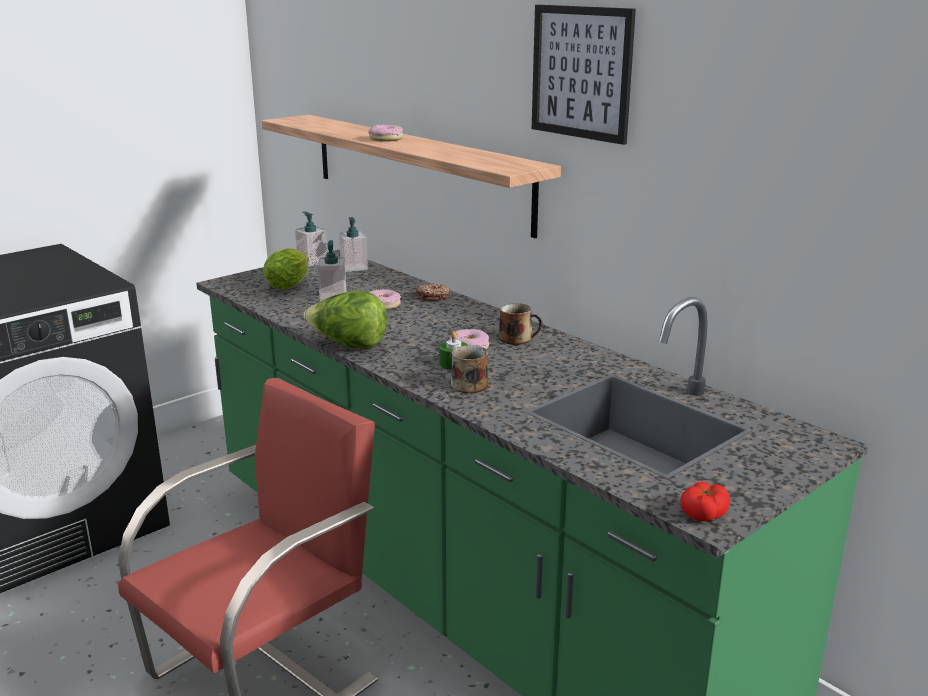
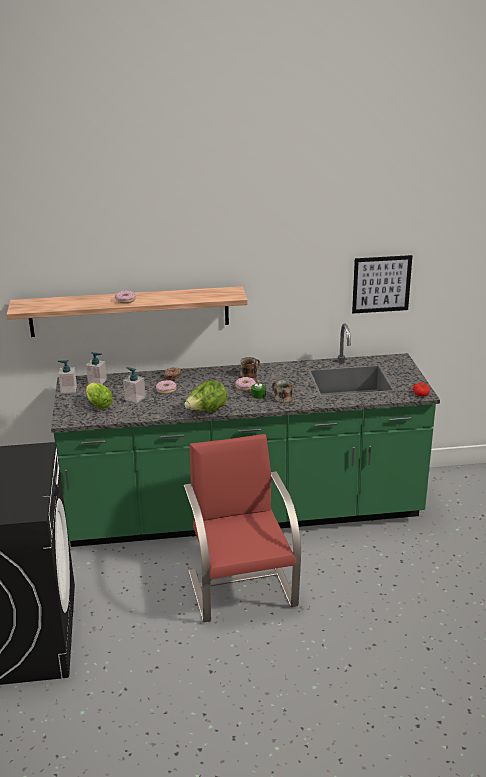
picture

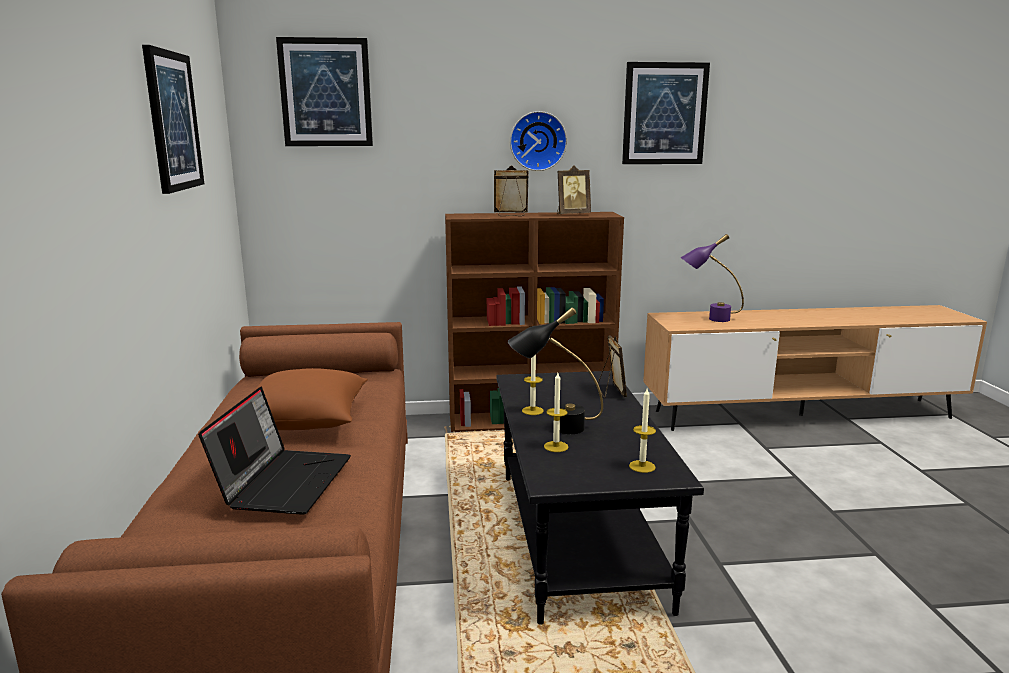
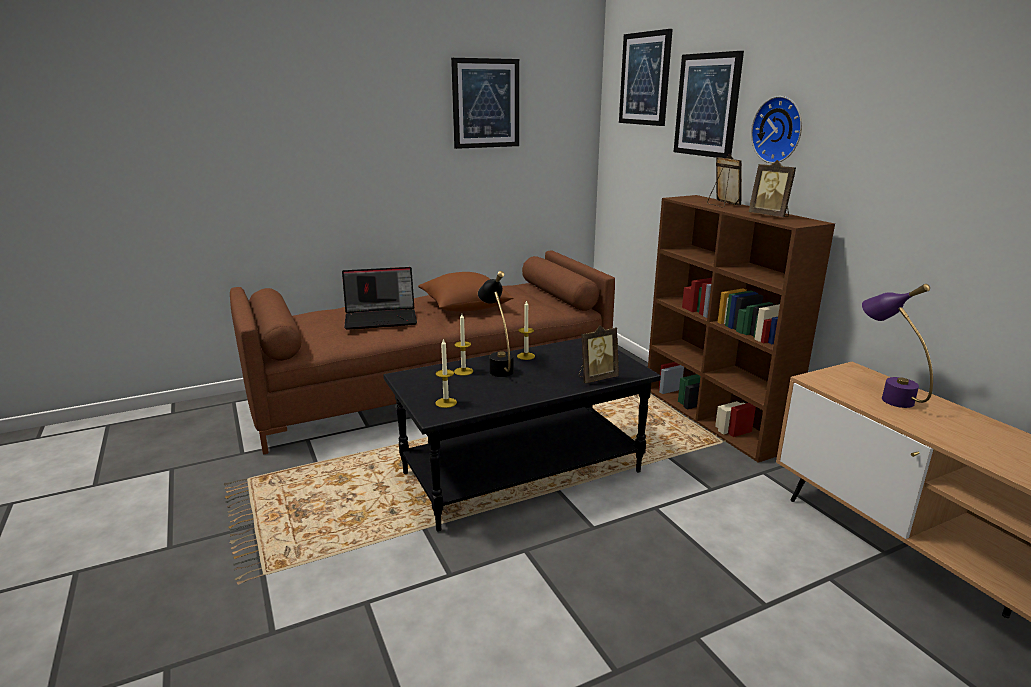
picture (3rd from left)

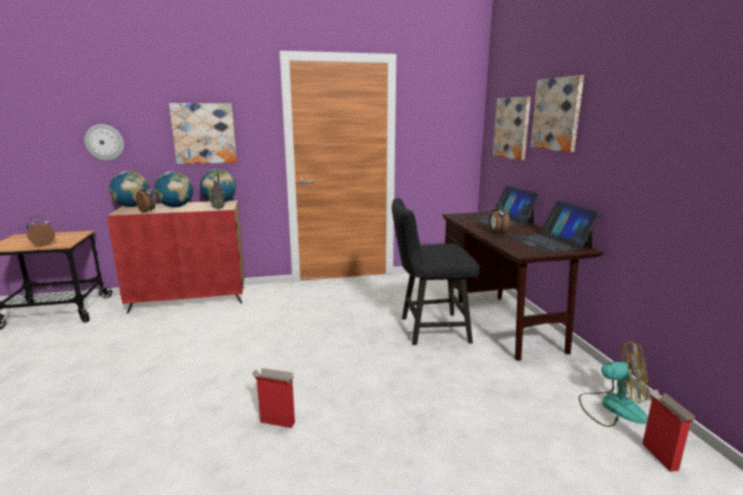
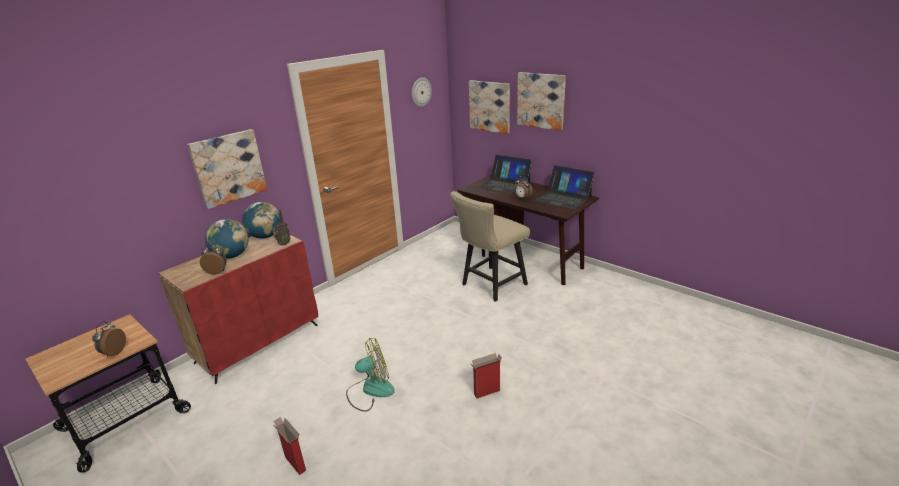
wall clock; globe (1st from left in the first image); chair (beige); cooling fan; cardboard box (1st from left)

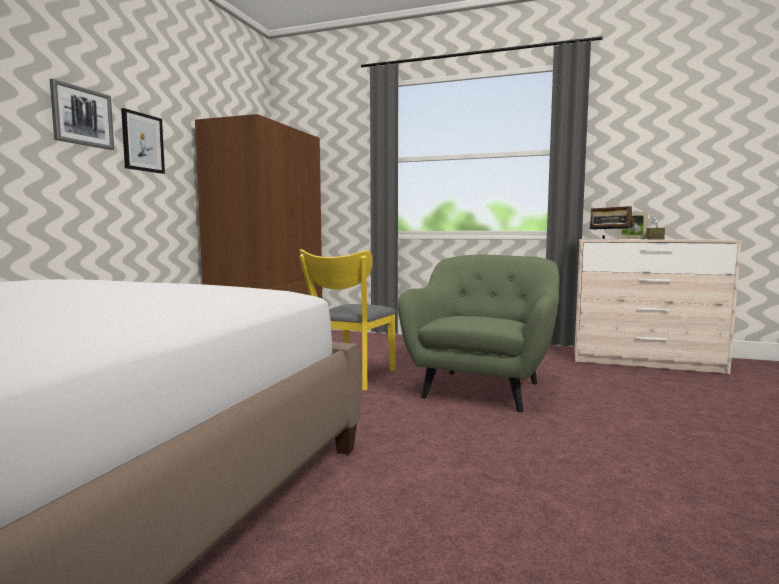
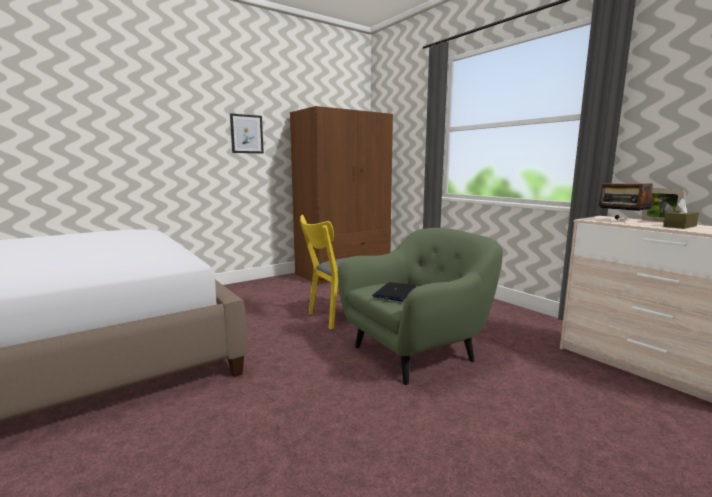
picture (1st from left in the first image); notebook computer

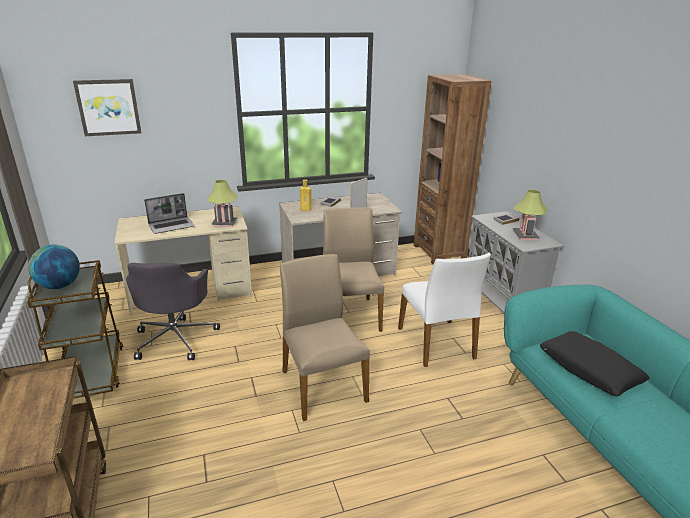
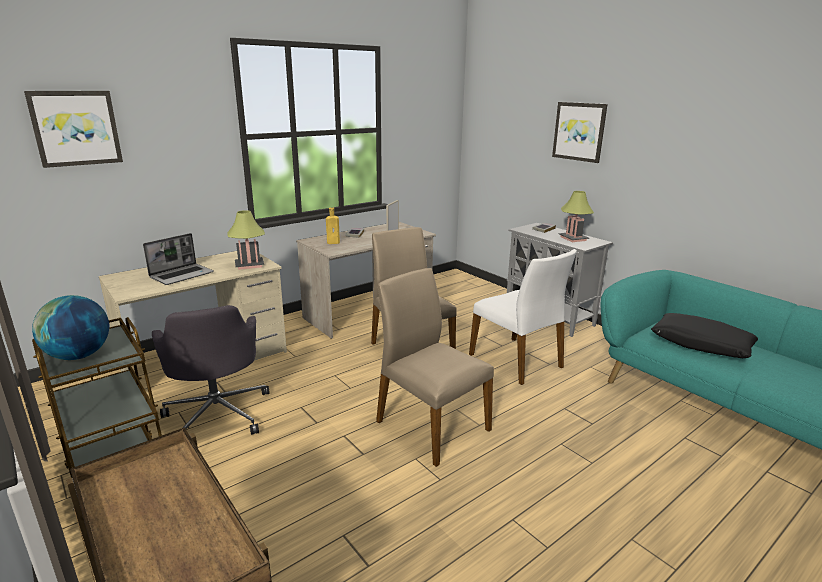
bookshelf (brown-coloured); picture (2nd from left)

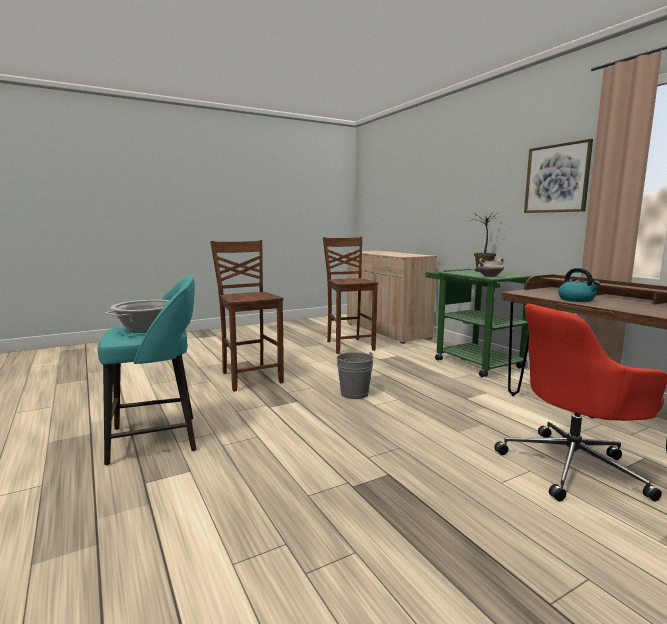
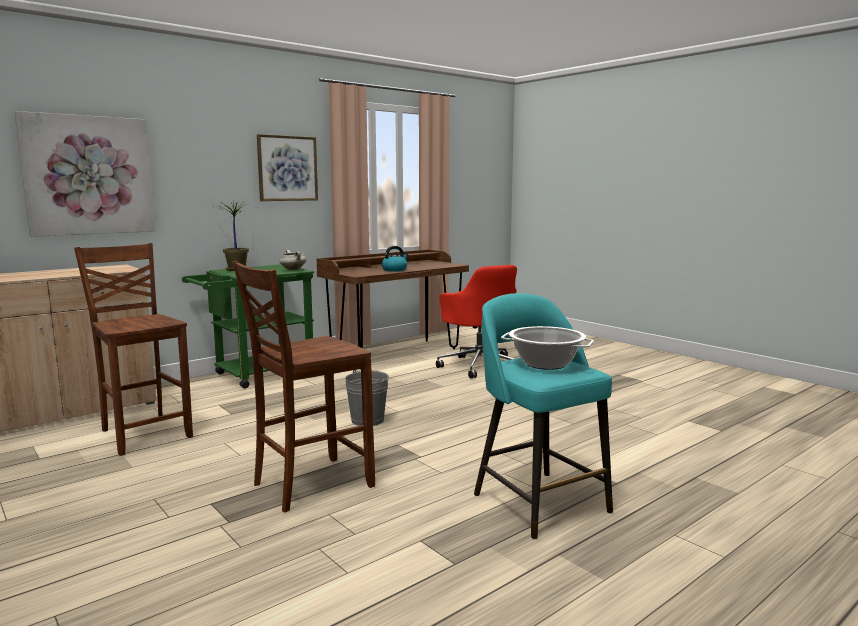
chair (brown-coloured) (1st from left); picture (1st from left)

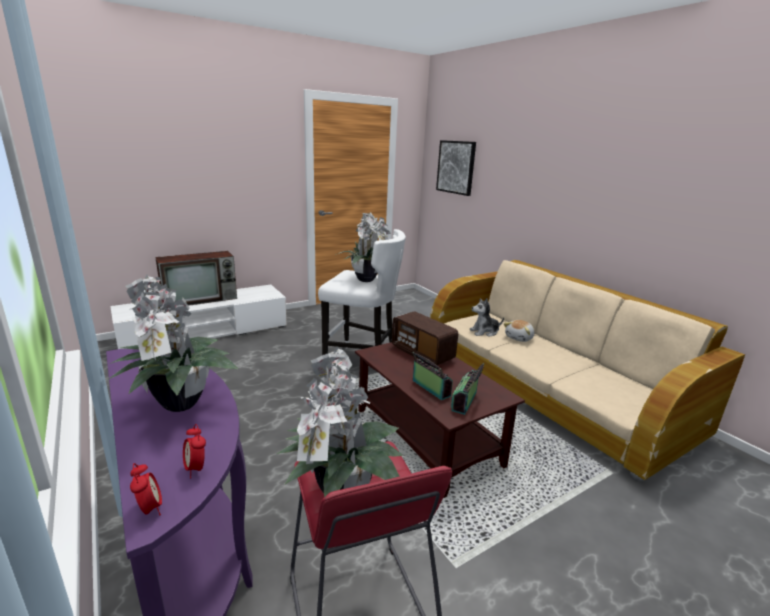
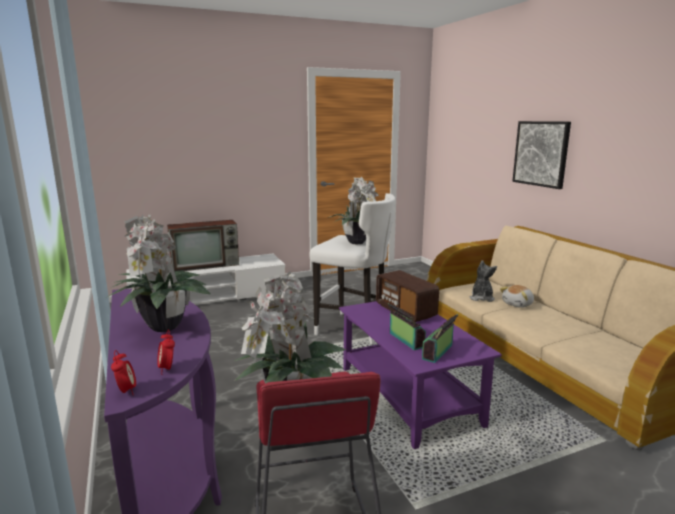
picture; cuddly toy (1st from left); coffee table (purple-coloured)

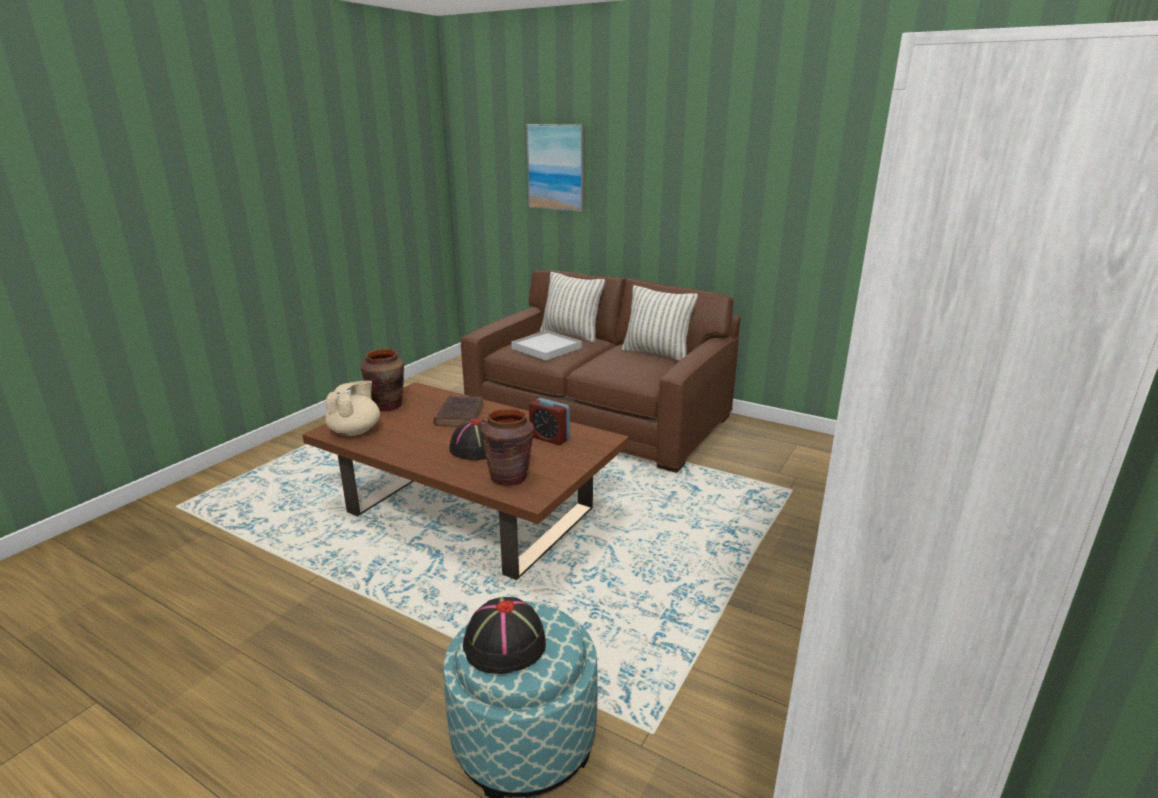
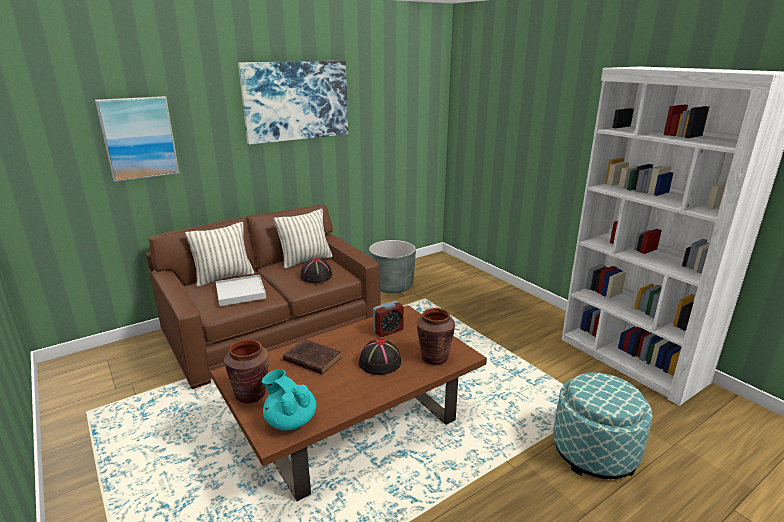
pot for tea (turquoise); hat (black) (1st from left); picture (2nd from left); flower pot (grey)

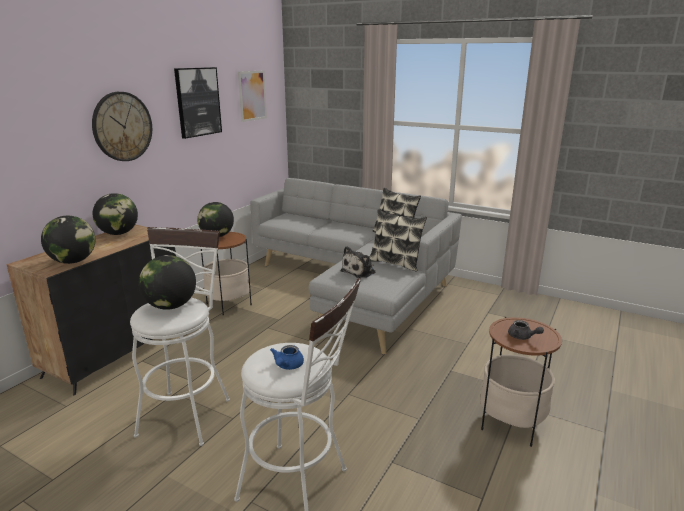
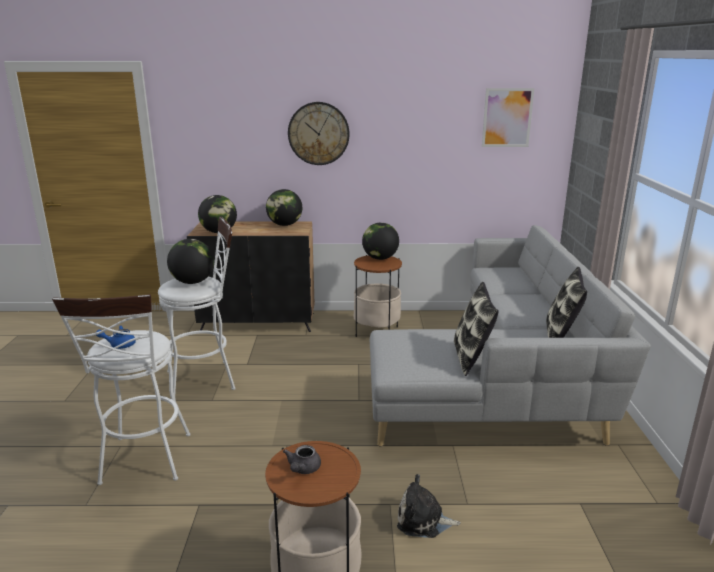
picture (1st from left in the first image); cuddly toy

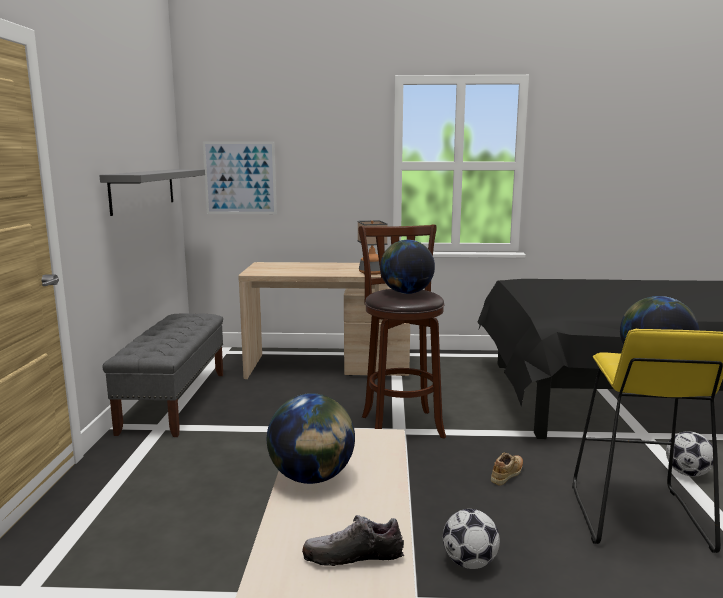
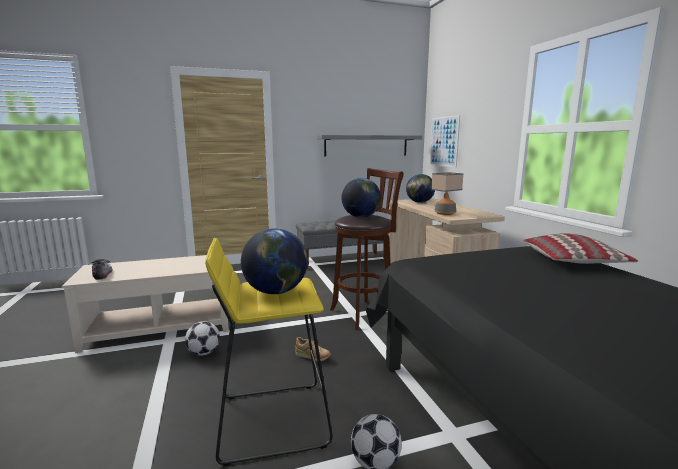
globe (3rd from left); cushion

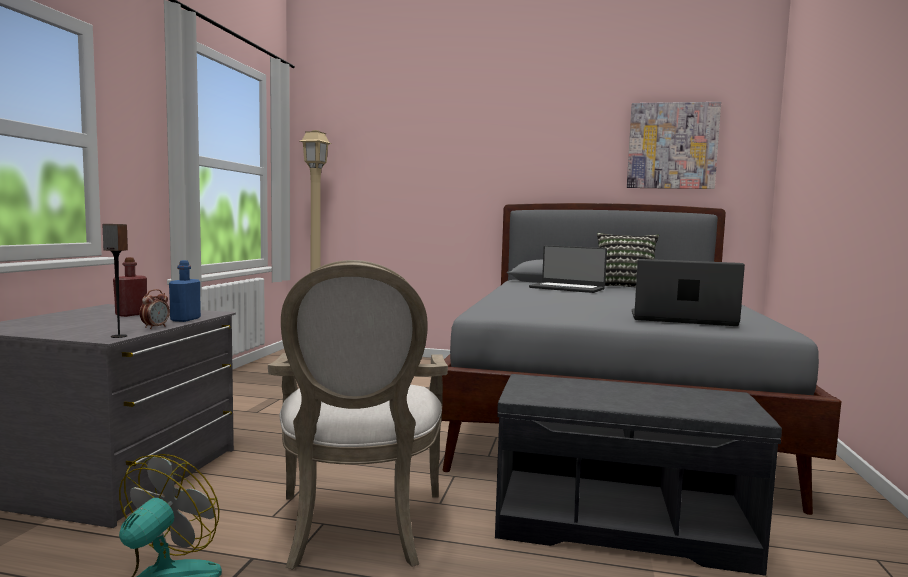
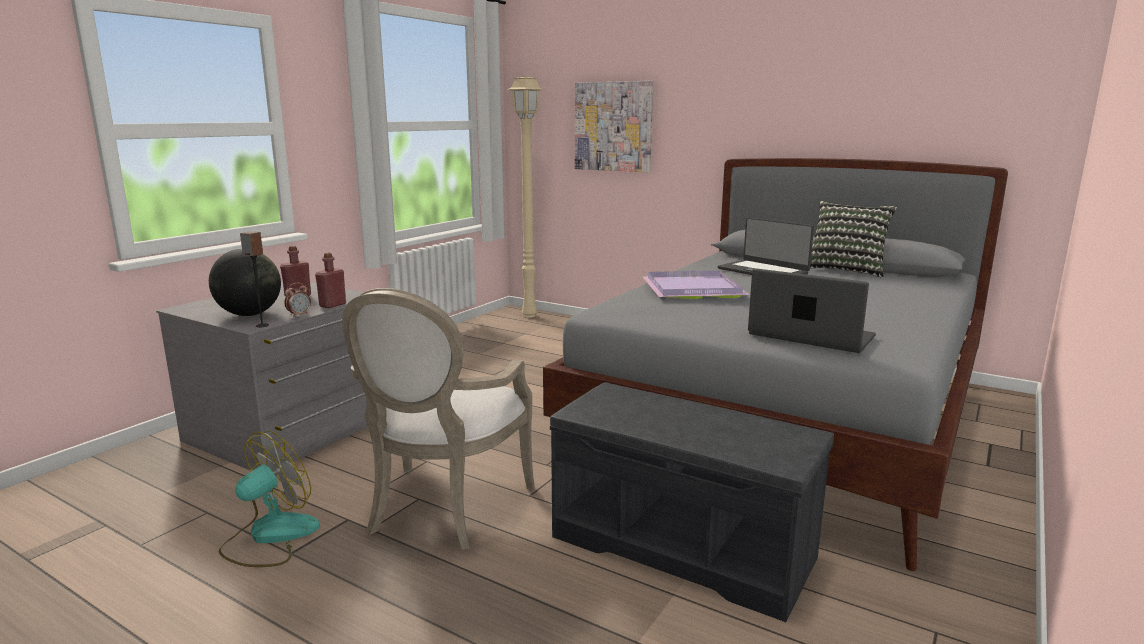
picture; drink bottle (red) (2nd from left); globe; tray (purple-coloured)

